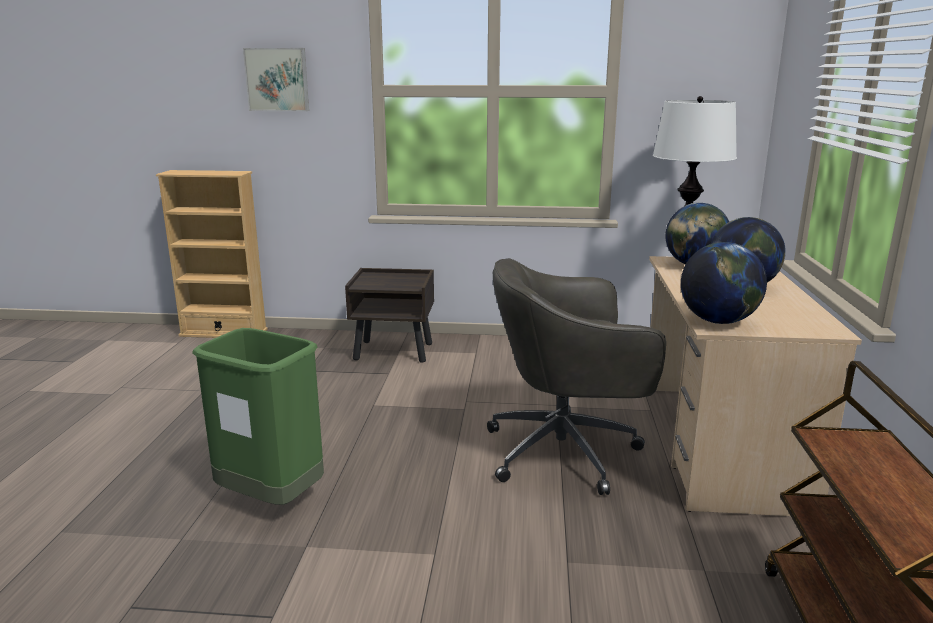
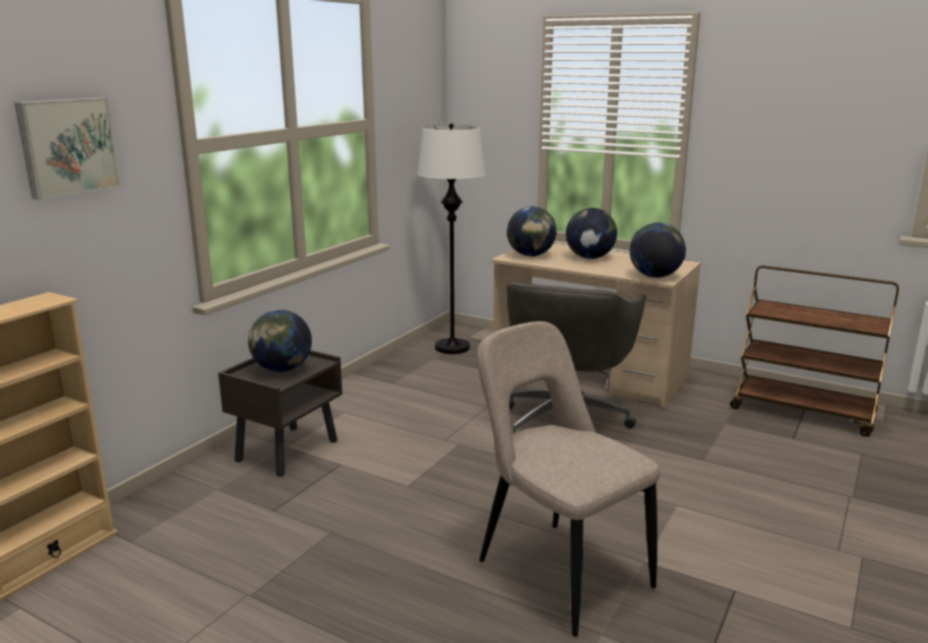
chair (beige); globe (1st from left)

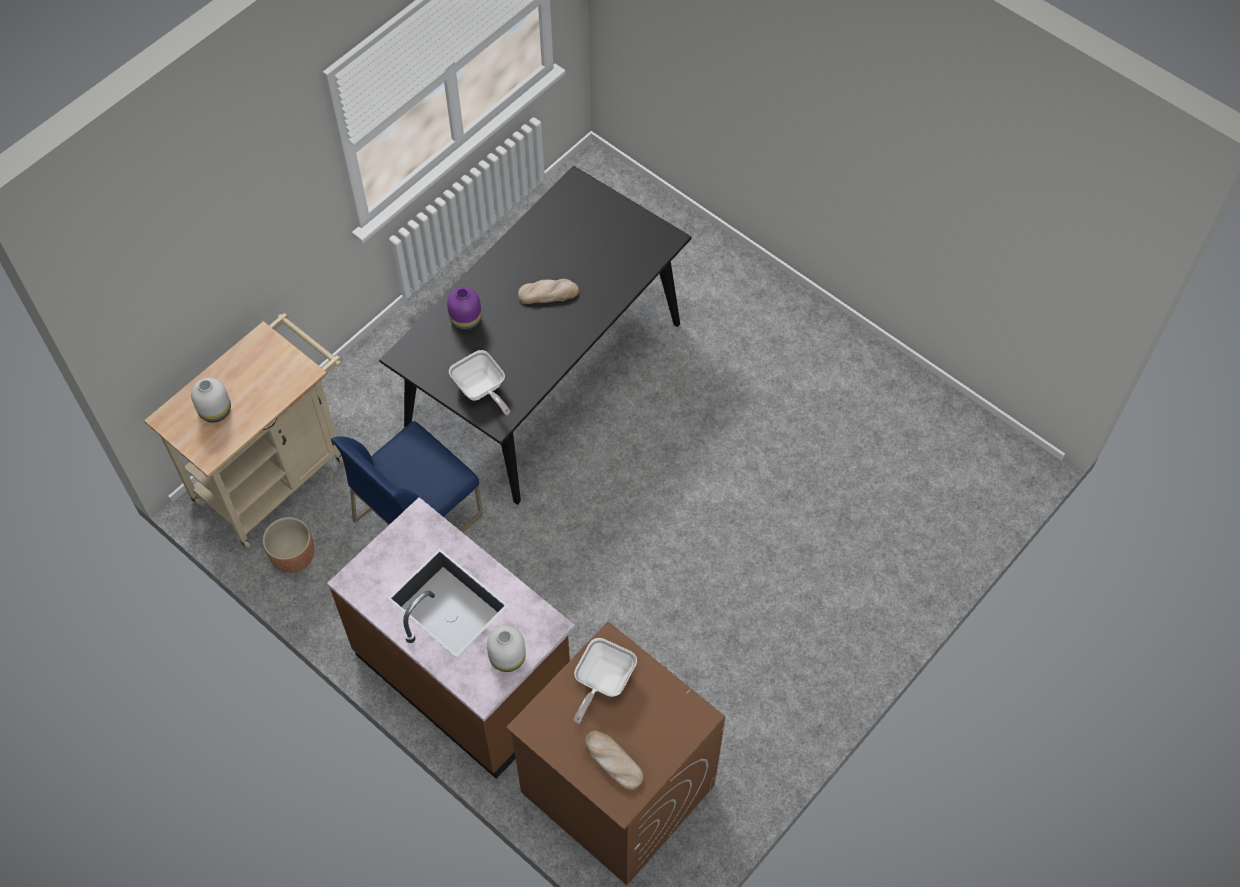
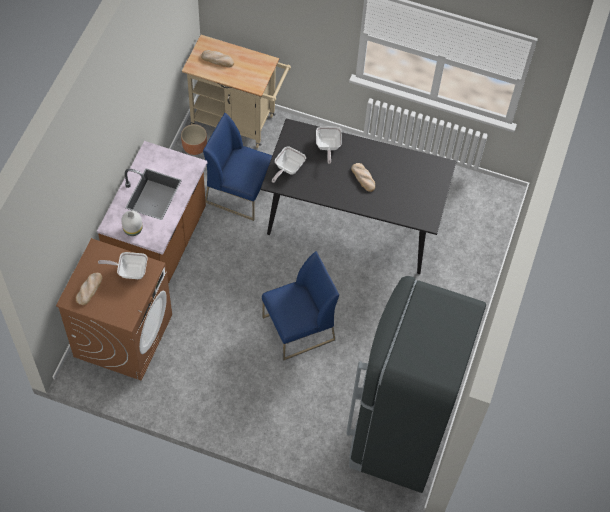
pan (3rd from left); bread (2nd from left); chair (blue) (2nd from left); refrigerator (black)

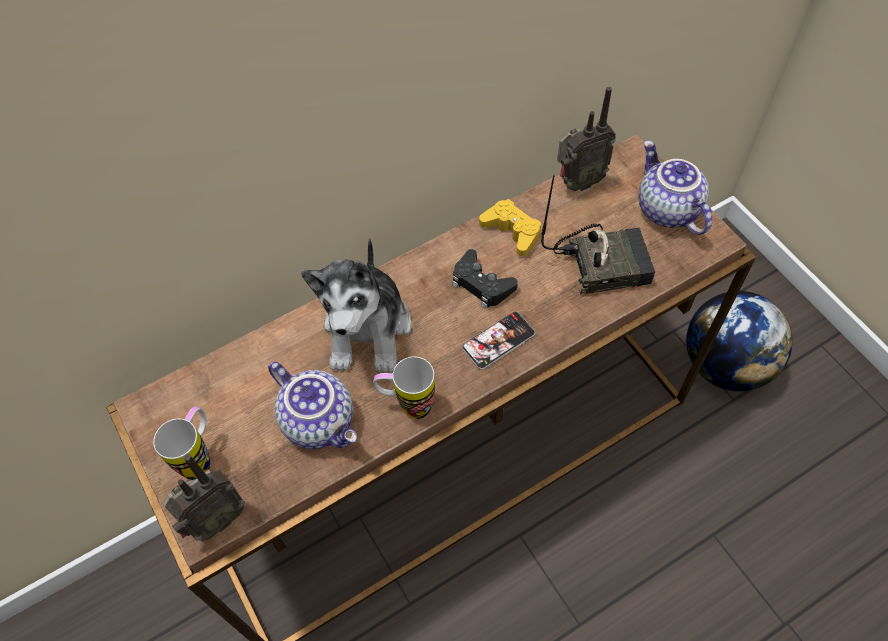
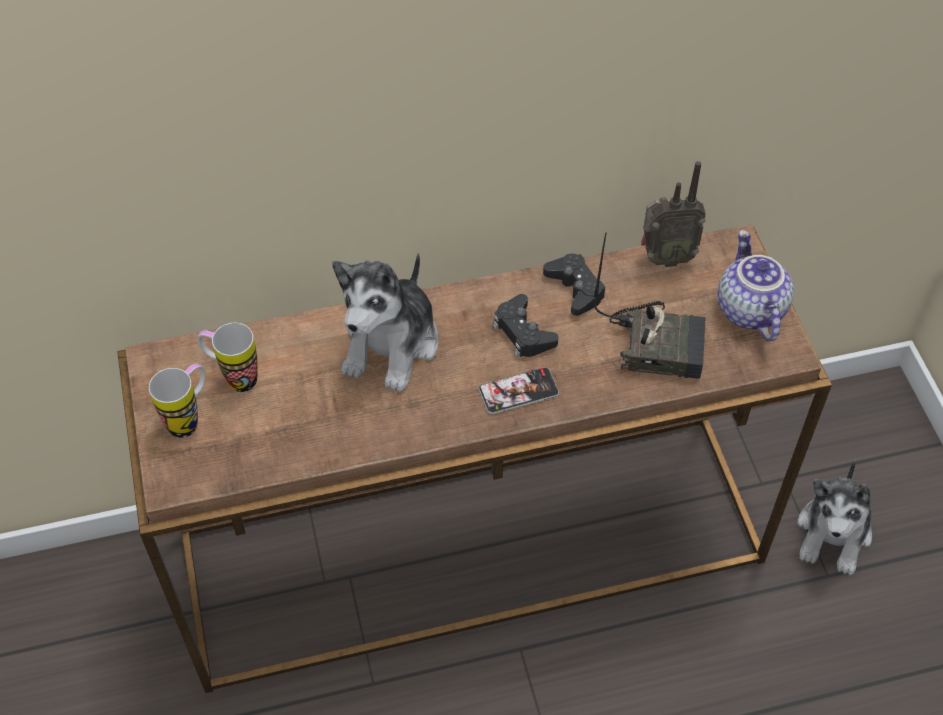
gamepad (black) (2nd from left); cuddly toy (2nd from left); mug (2nd from left); pot for tea (1st from left in the first image); radio receiver (1st from left in the first image)

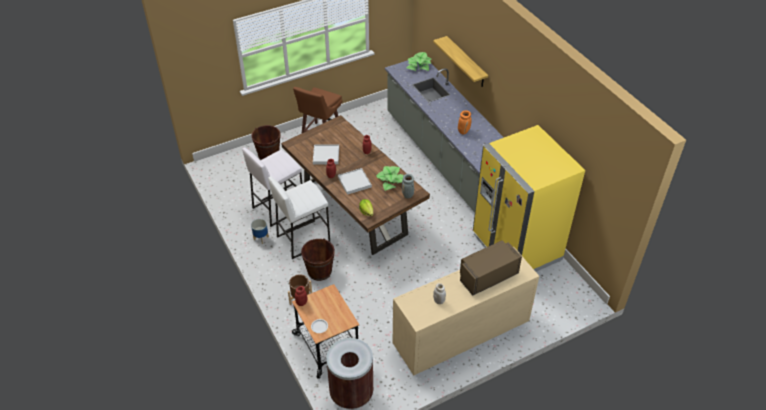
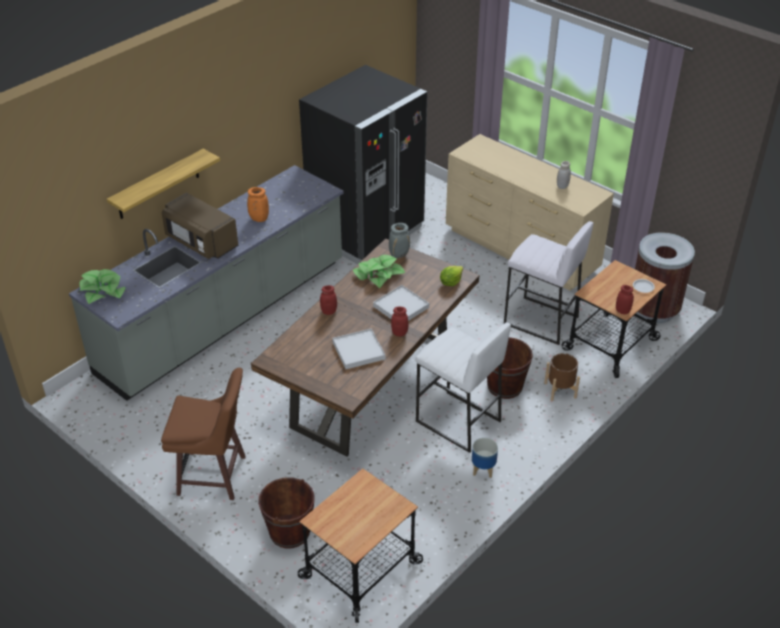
refrigerator (black); sitting stool (white) (2nd from left); microwave (brown-coloured); cart (1st from left)

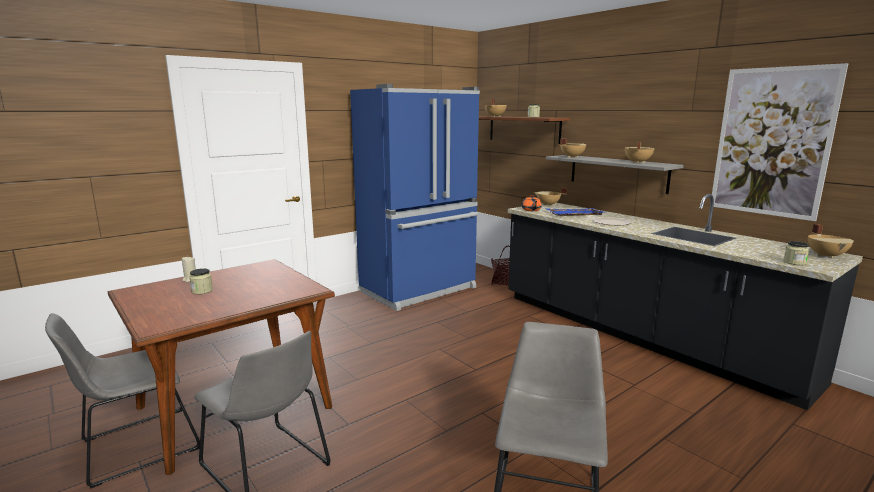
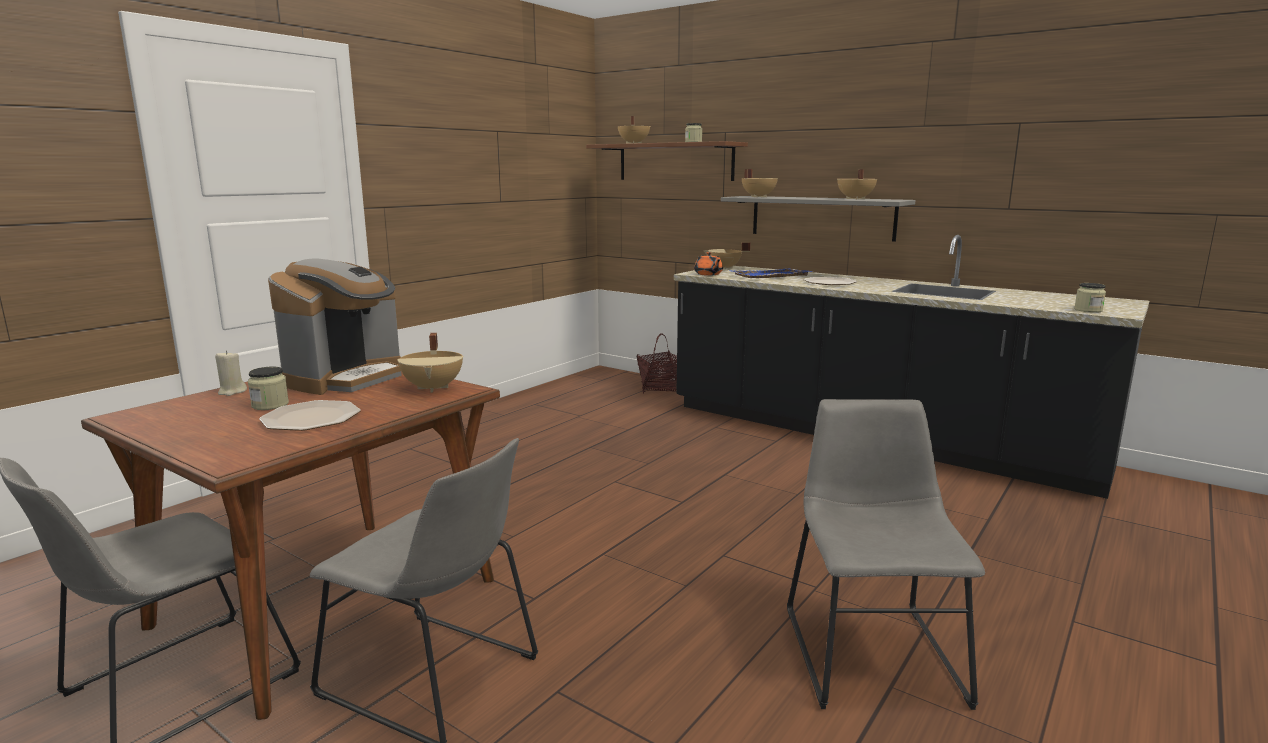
picture; refrigerator (blue); saucepot (beige) (1st from left); coffee machine; flat dish (1st from left)

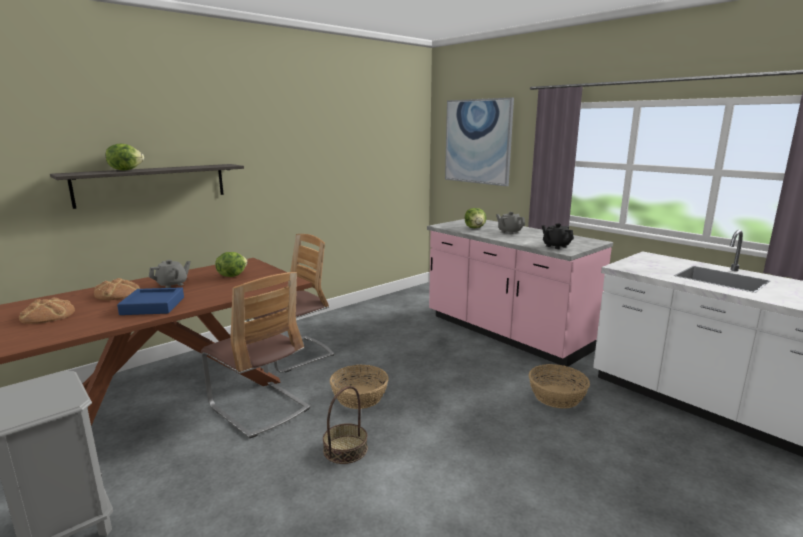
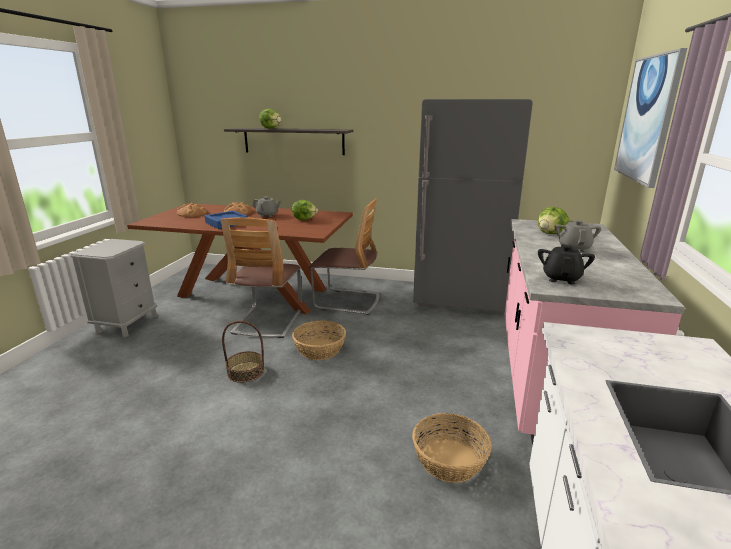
refrigerator (grey)

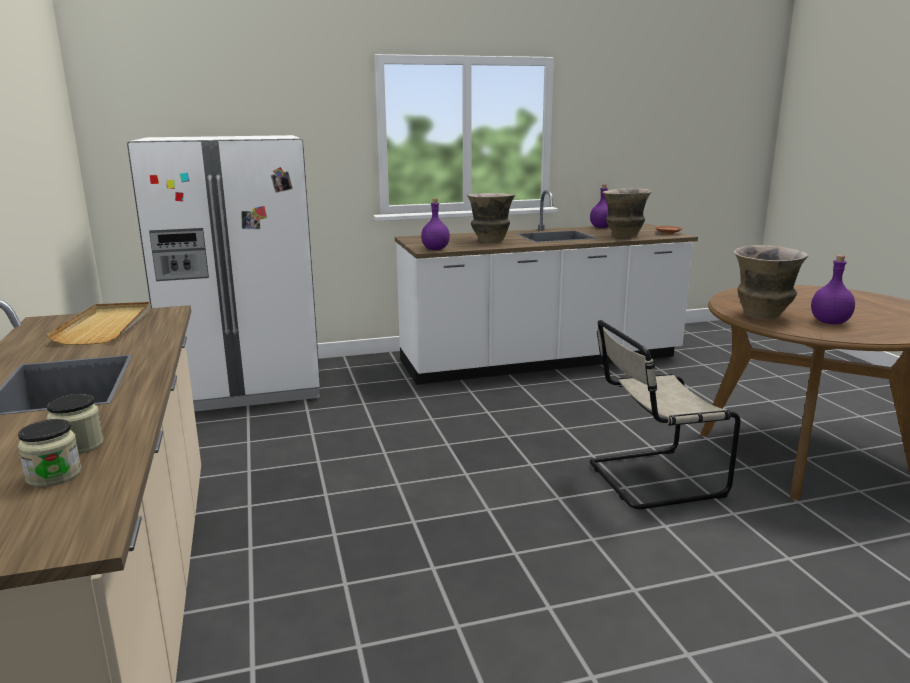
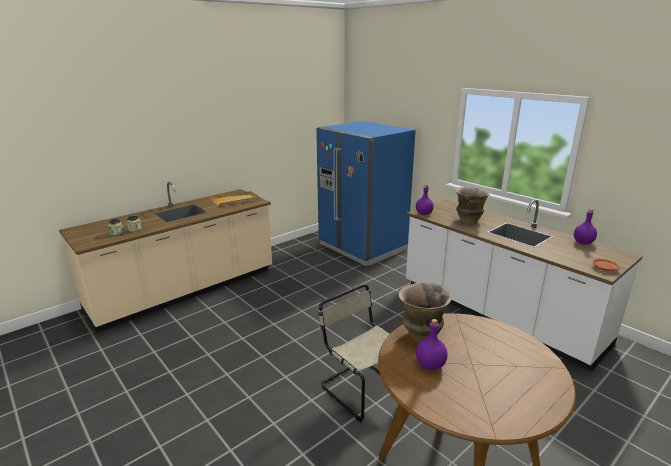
refrigerator (blue); decorative vase (2nd from left in the first image)

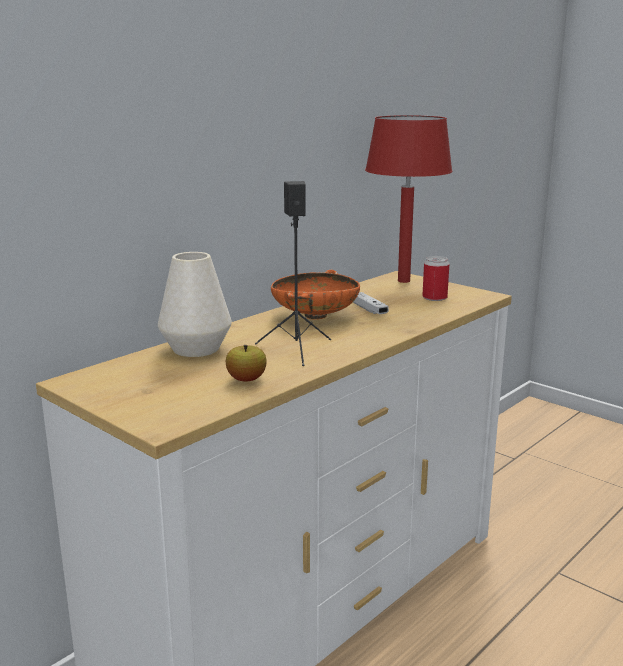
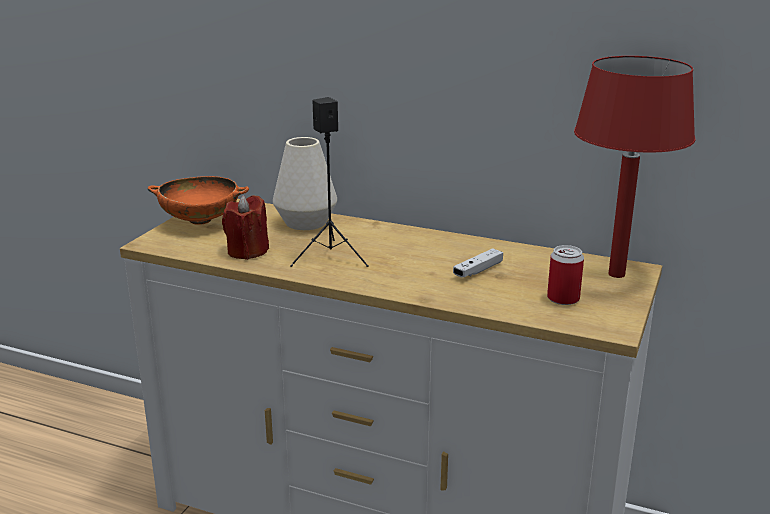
deep dish (orangey); candle (red)

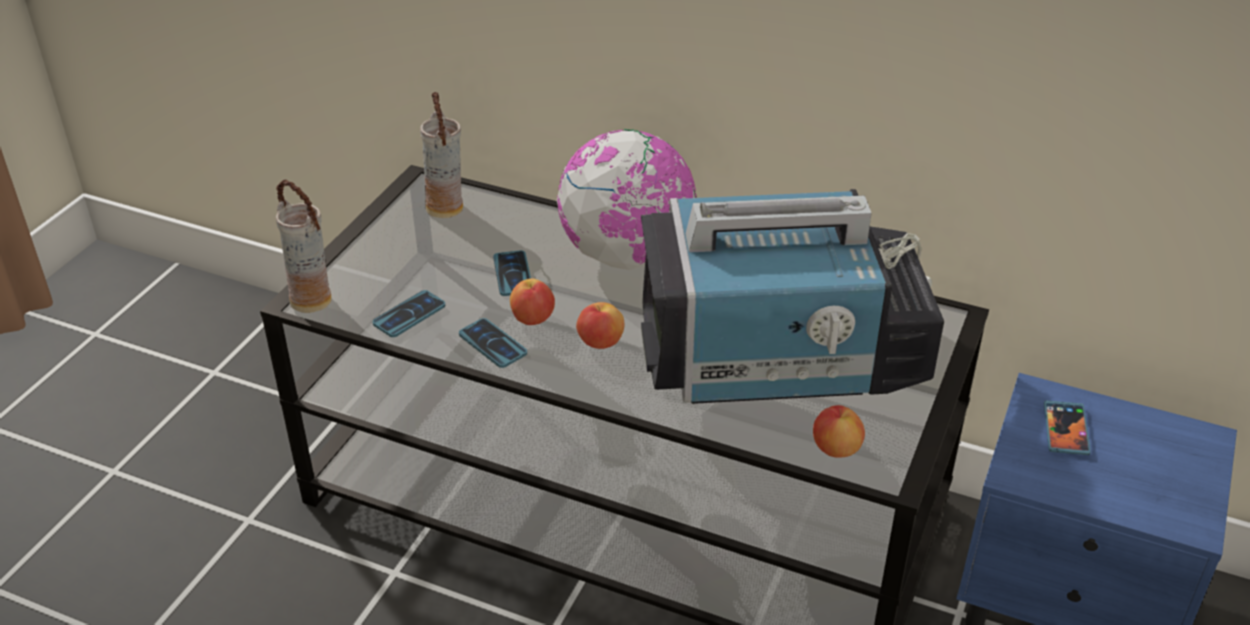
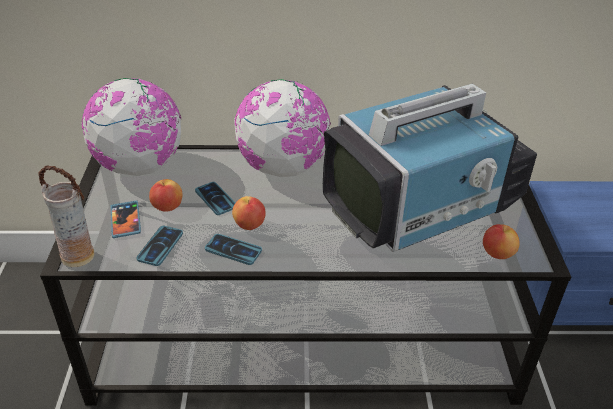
globe (1st from left); whole apple (1st from left); phone (1st from left)

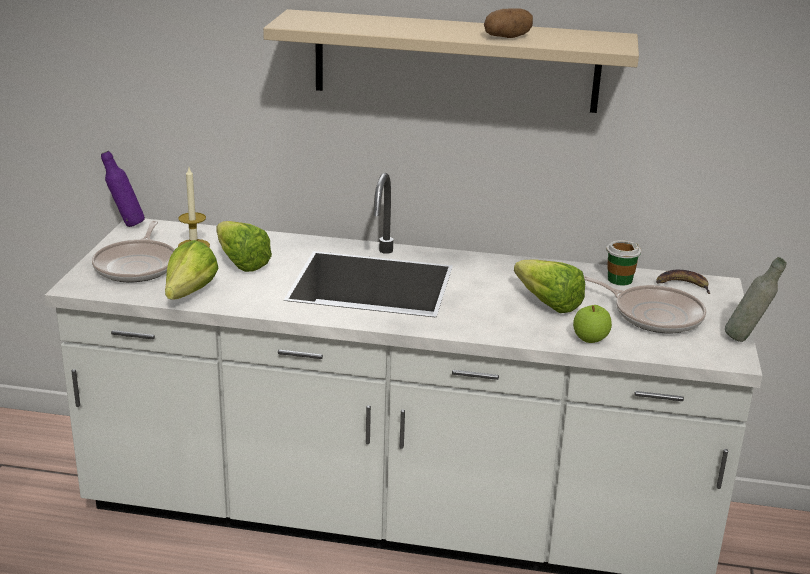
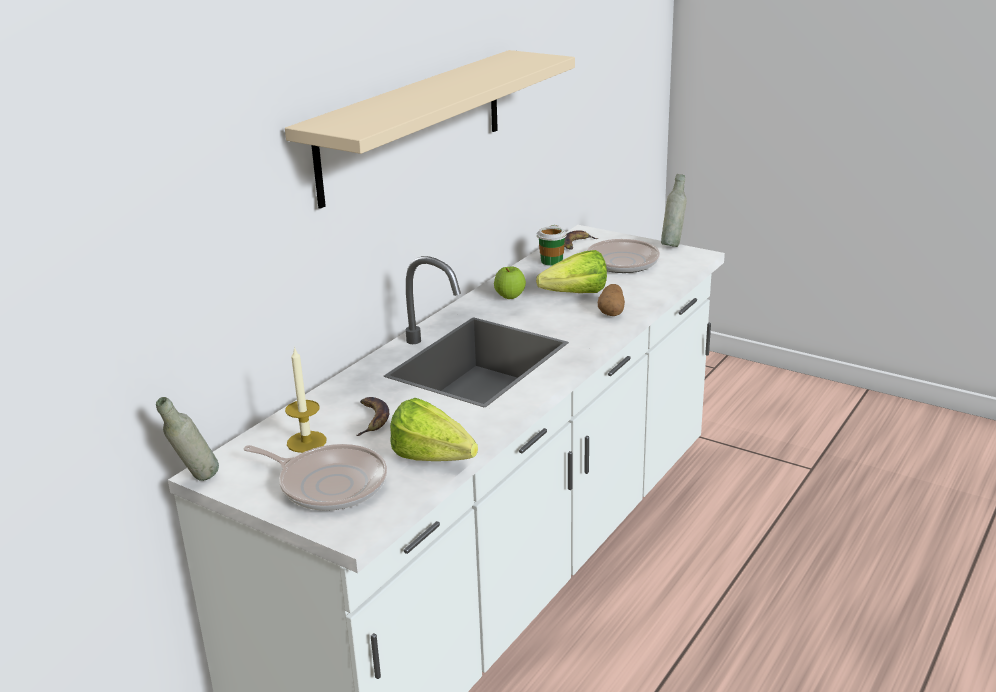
whole potato; drink bottle (grey) (1st from left); banana fruit (1st from left); whole apple

